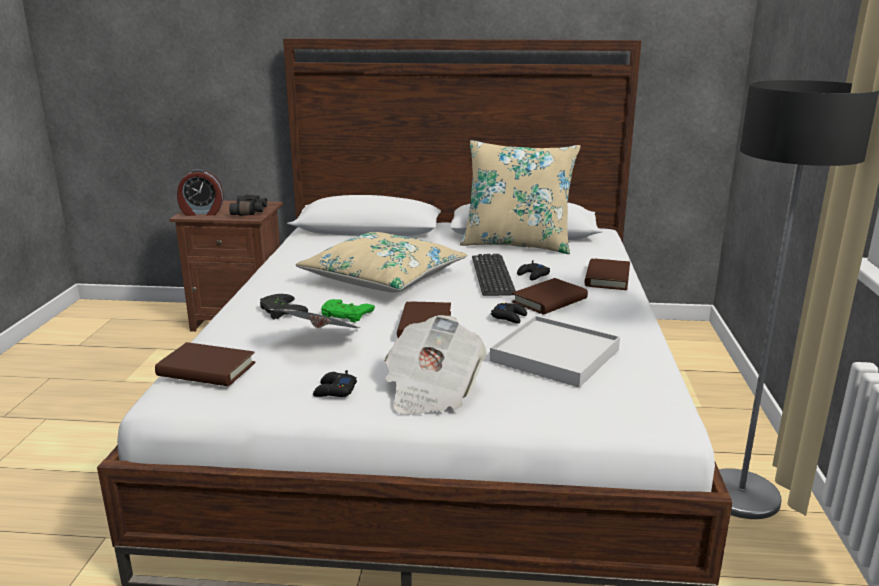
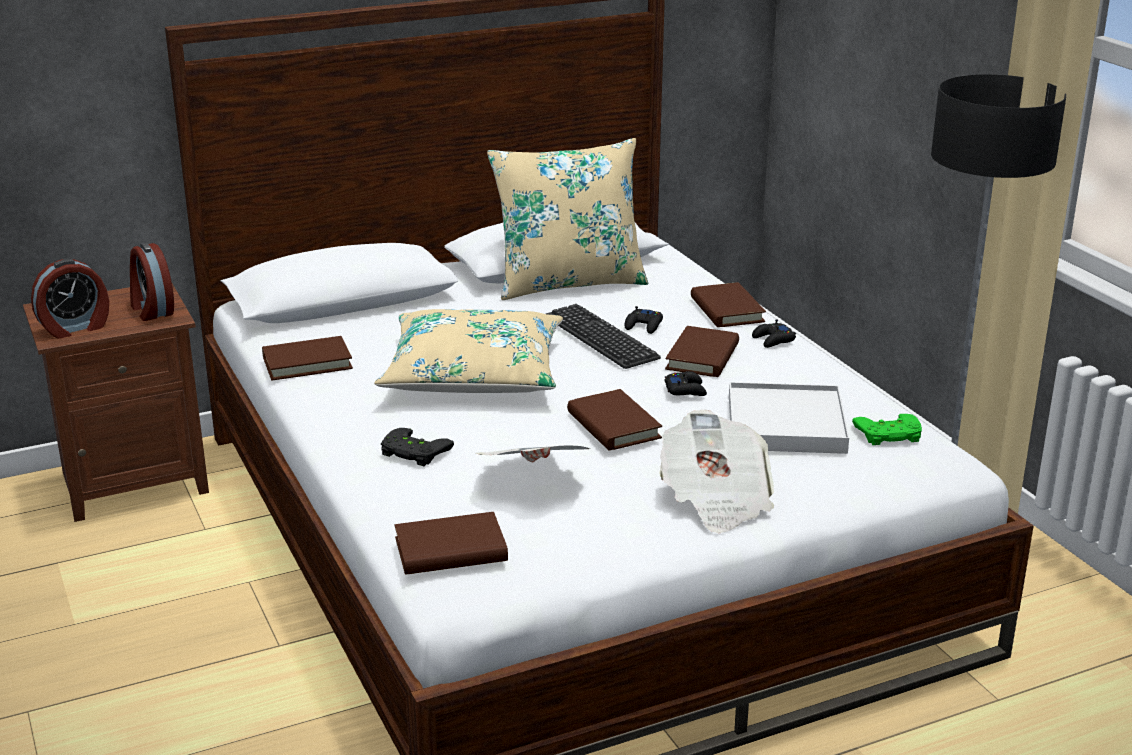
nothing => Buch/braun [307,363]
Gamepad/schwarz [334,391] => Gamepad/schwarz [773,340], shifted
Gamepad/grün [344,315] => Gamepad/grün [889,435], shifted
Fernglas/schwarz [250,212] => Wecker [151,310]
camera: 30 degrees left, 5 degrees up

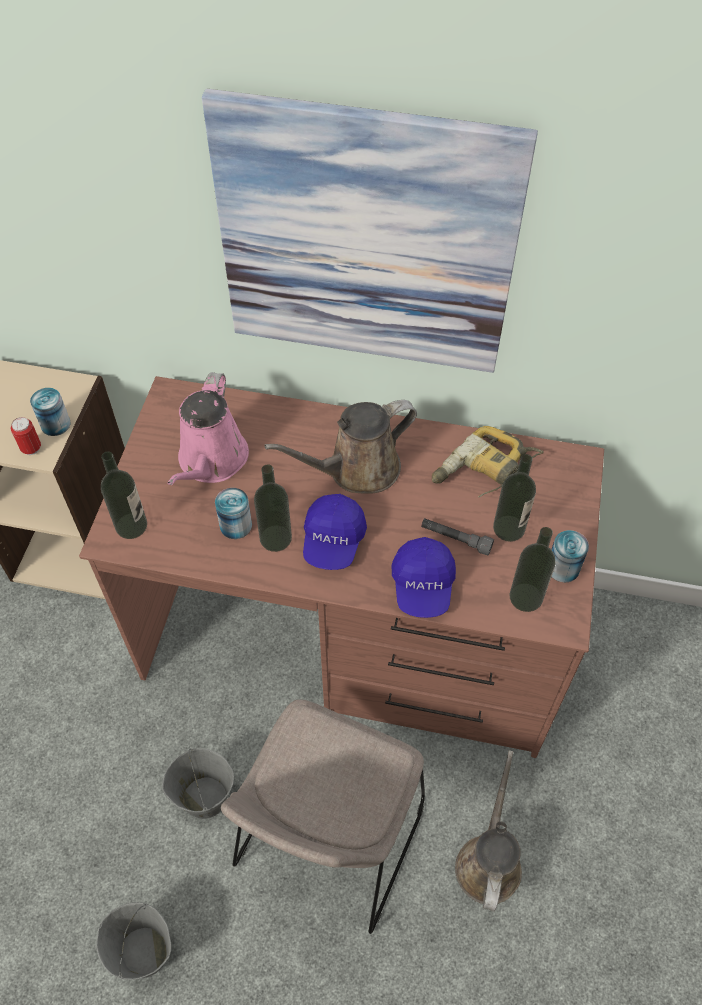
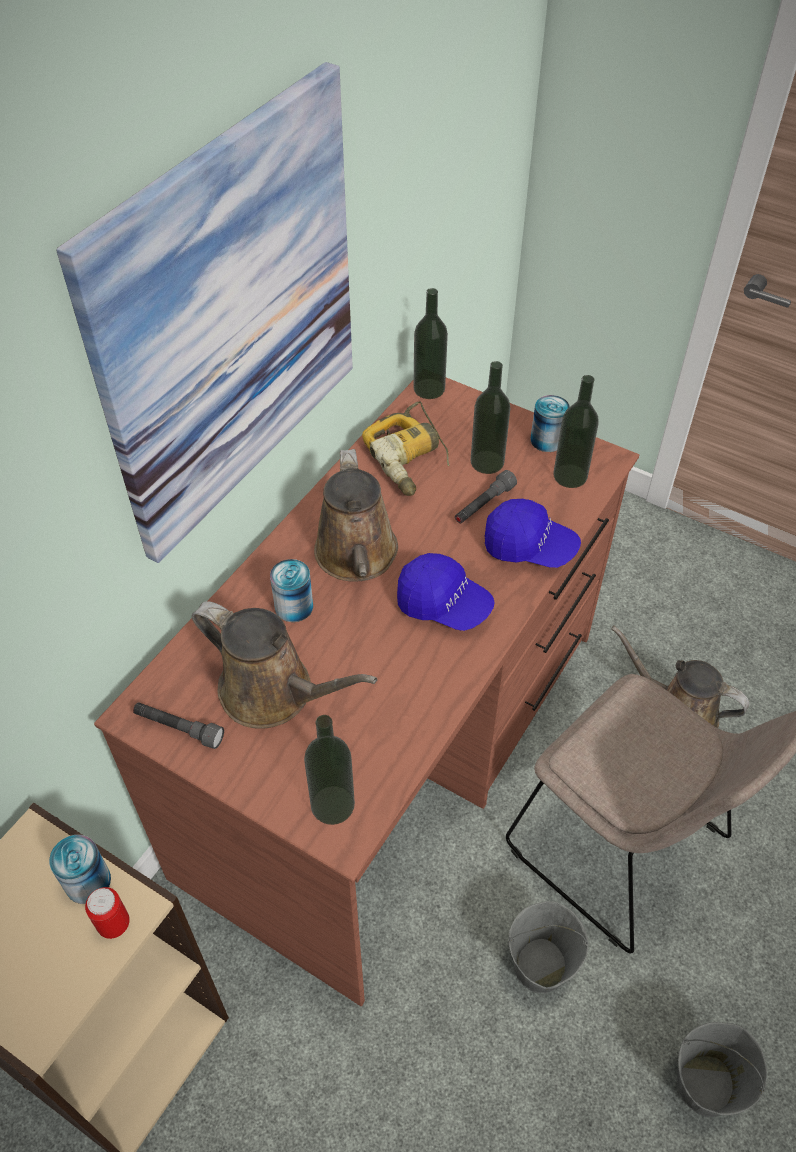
nothing => Taschenlampe/grau [178,728]
Dose [236,525] => Dose [294,606], shifted
Flasche [275,538] => Flasche [429,389], shifted
Gießkanne/rosa [211,461] => Gießkanne/braun [274,693]
camera: 70 degrees left, 5 degrees down

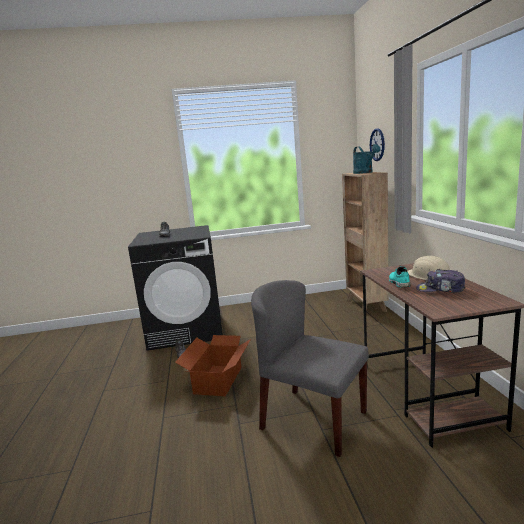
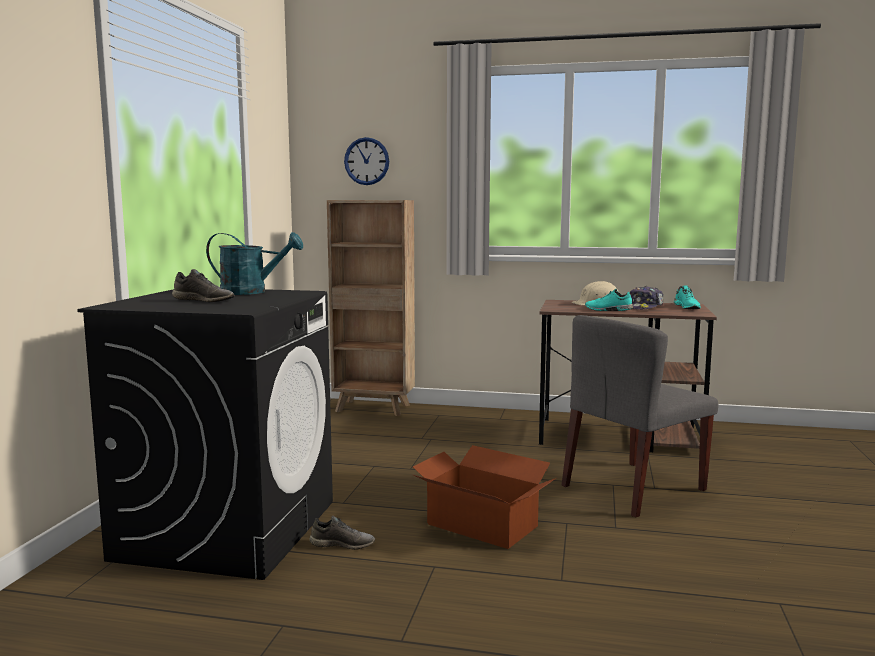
nothing => Schuh/türkis [687,307]
Gießkanne/türkis [365,172] => Gießkanne/türkis [252,292], shifted
camera: 70 degrees left, 5 degrees down

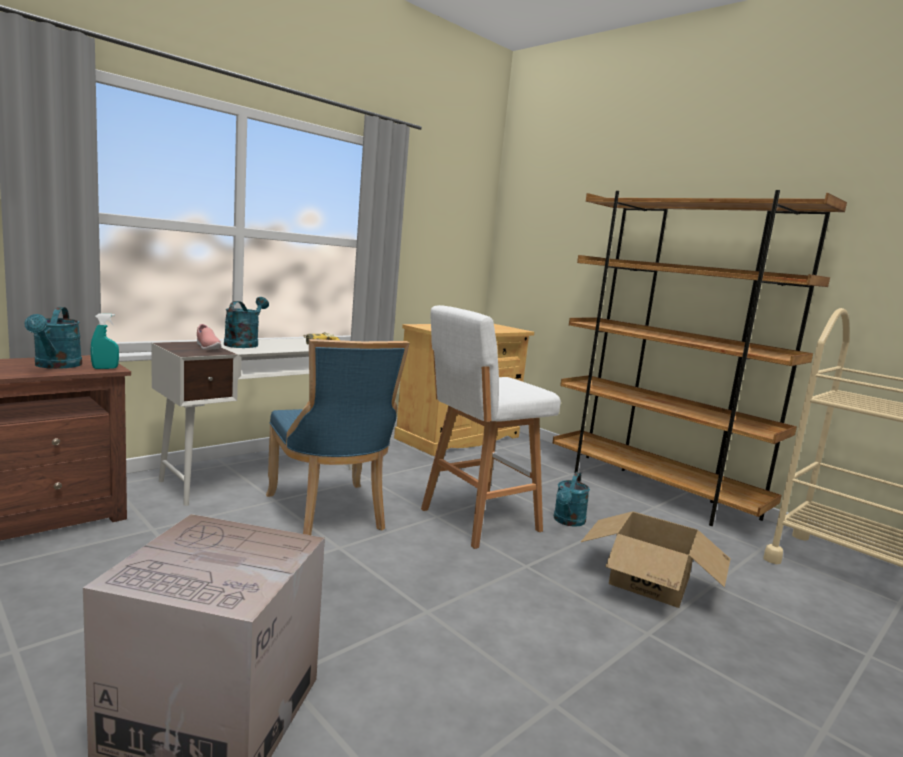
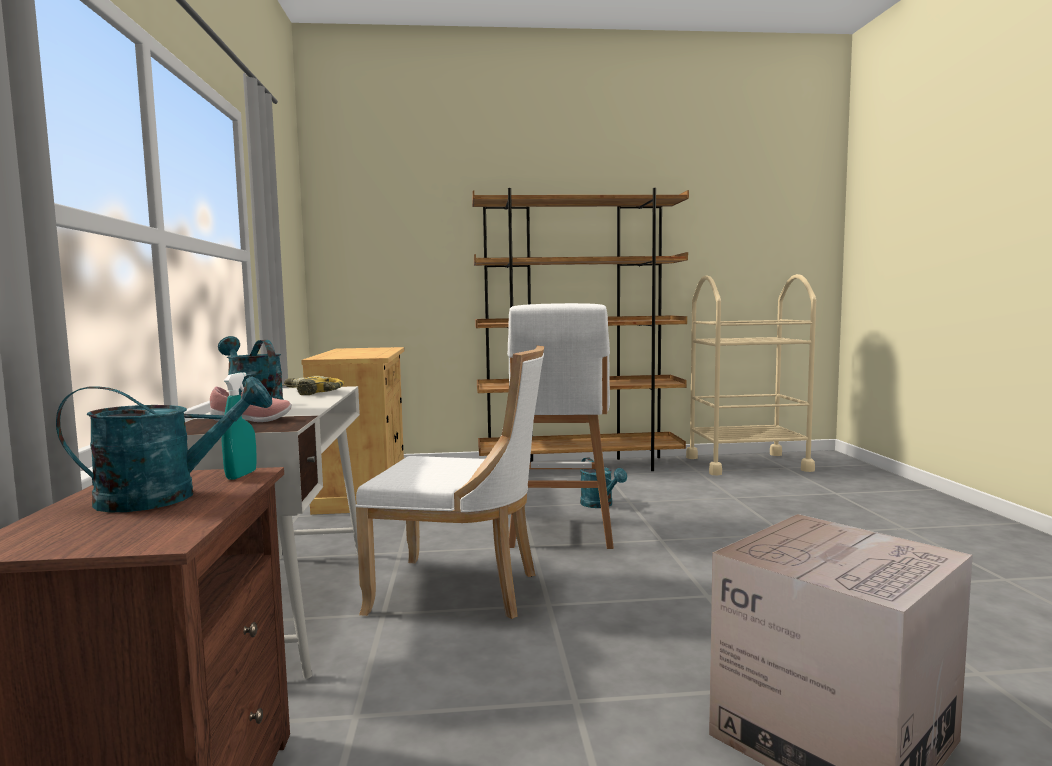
Karton [650,581] => nothing
Stuhl/blau [330,513] => Stuhl/weiß [462,591]
Gießkanne/türkis [56,366] => Gießkanne/türkis [166,497], 45 degrees counterclockwise
camera: 50 degrees left, 5 degrees down

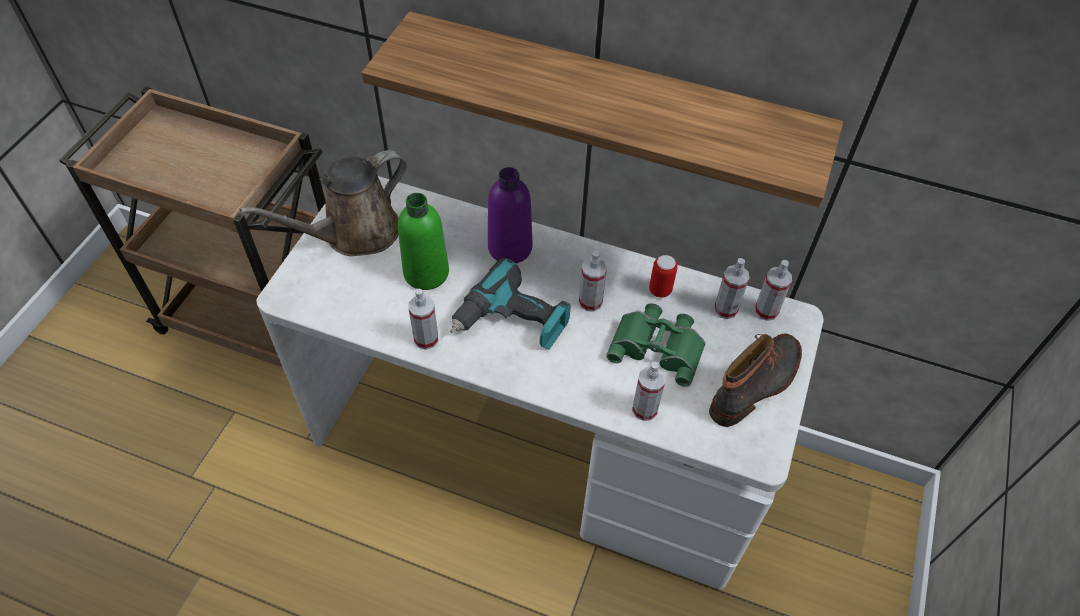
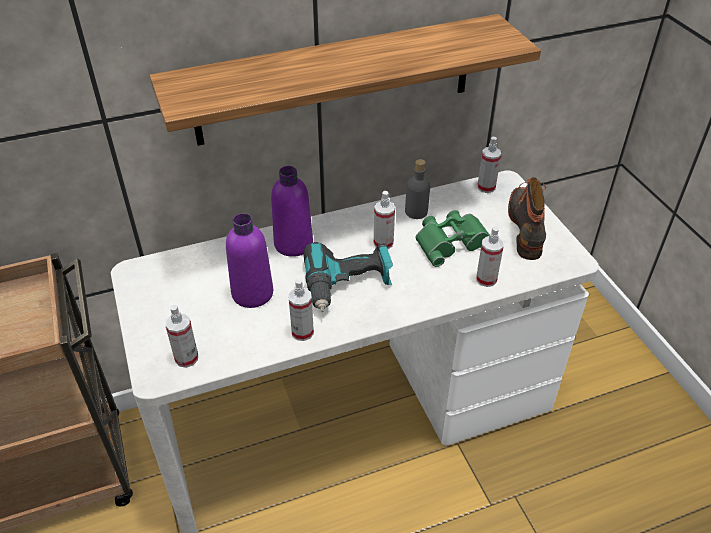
Gießkanne/braun [354,233] => nothing
Sprühflasche [725,309] => Sprühflasche [186,358], shifted
Dose [660,290] => Flasche/grau [416,212]
Flasche/grün [426,273] => Flasche/lila [252,293]
camera: 40 degrees left, 10 degrees down

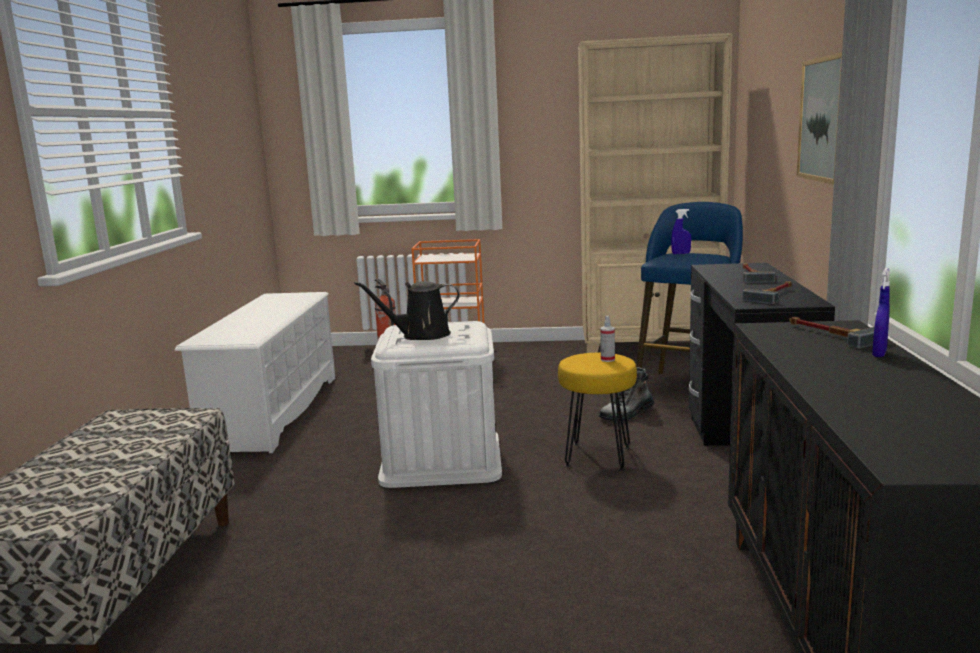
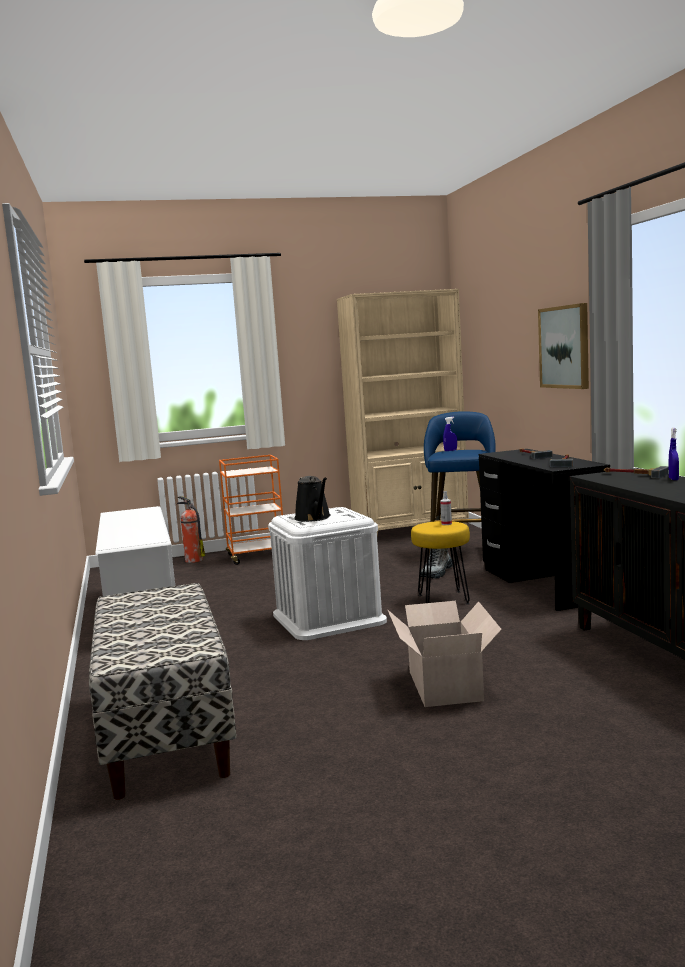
nothing => Karton [445,684]
Gießkanne/schwarz [421,335] => Gießkanne/schwarz [314,518], 75 degrees counterclockwise
camera: 20 degrees left, 5 degrees down

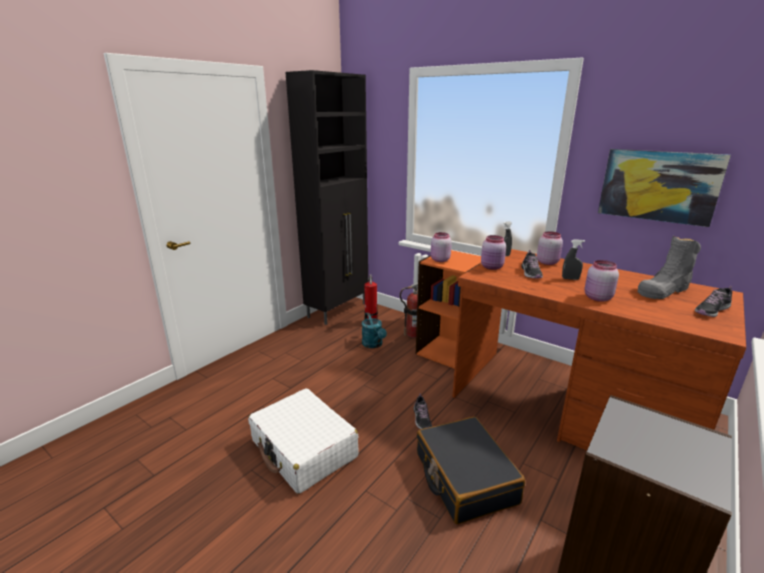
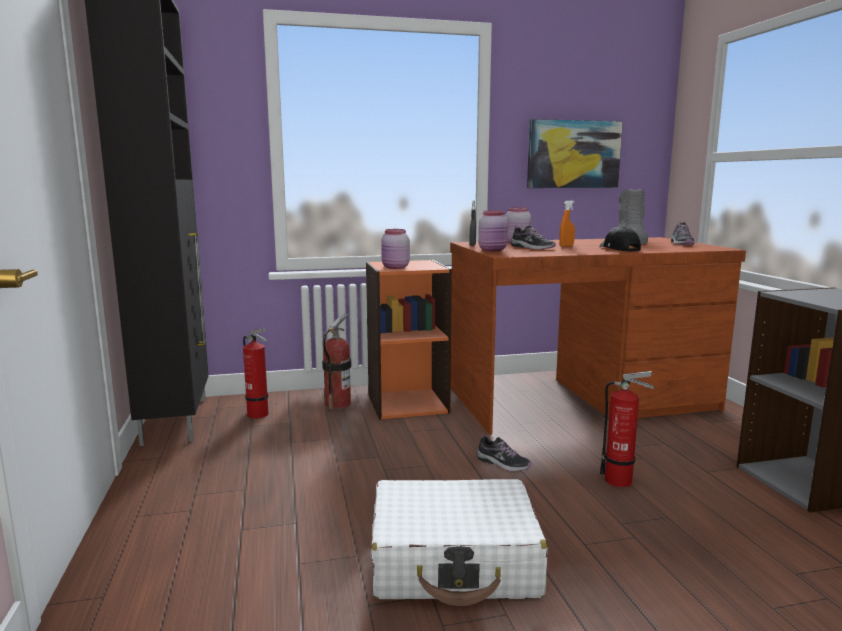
Gießkanne/türkis [374,345] => nothing
Koffer/schwarz [464,478] => Feuerlöscher [622,481]
Vorratsglas/rosa [597,298] => Kappe/schwarz [618,249]
Sprühflasche/grau [570,278] => Sprühflasche/orange [566,246]
camera: 50 degrees left, 10 degrees down

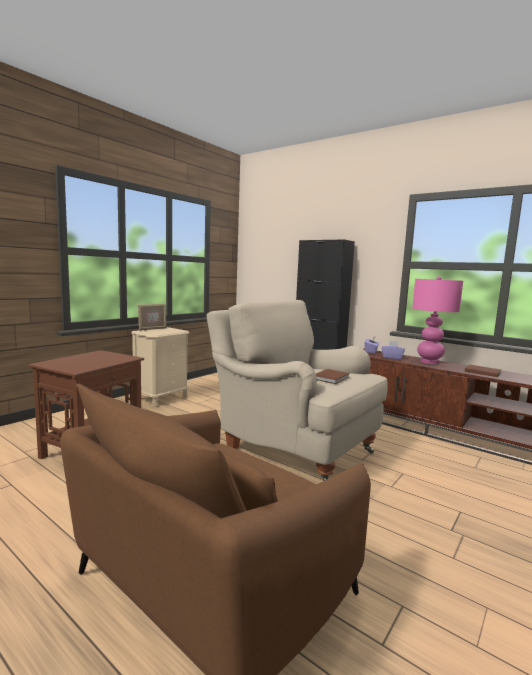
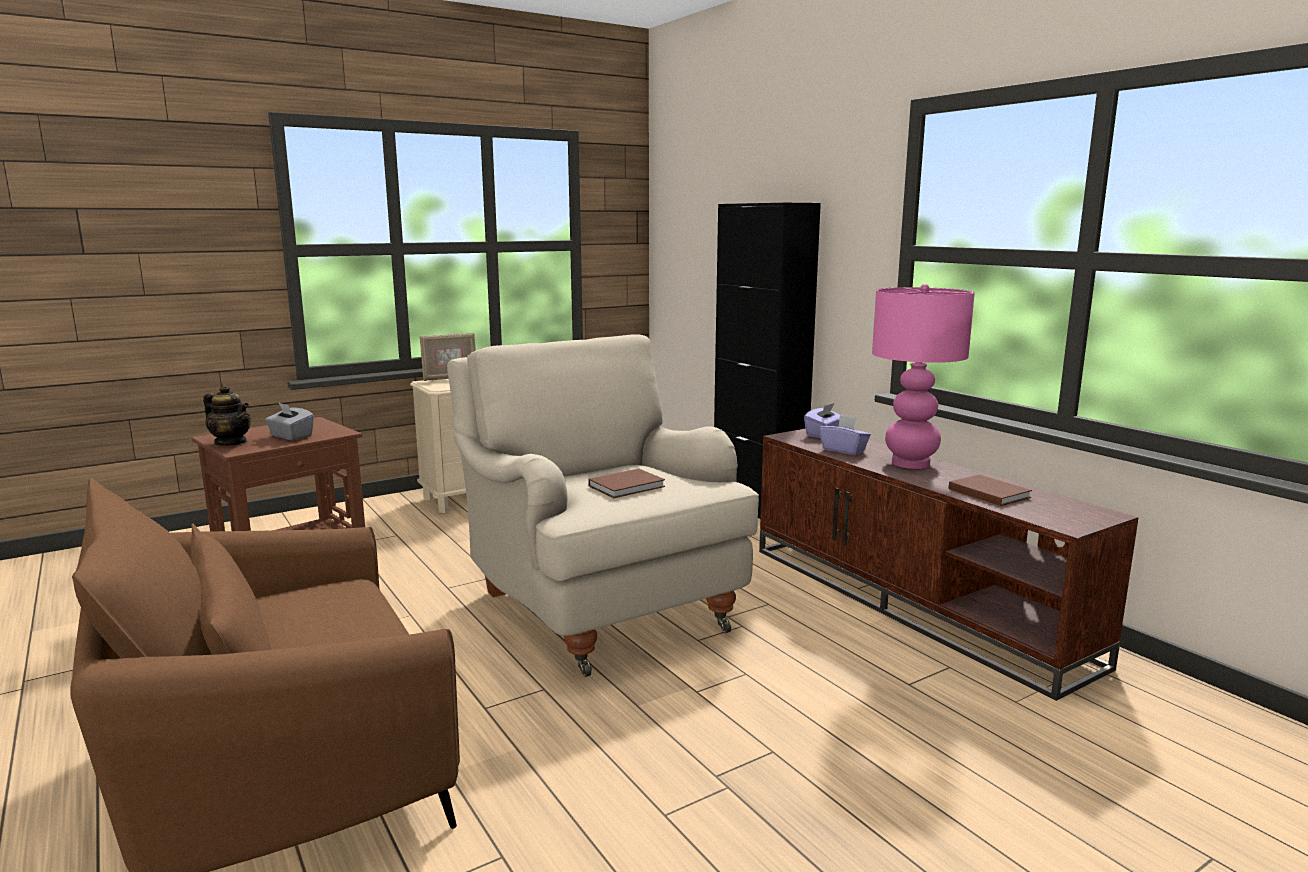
nothing => Teekanne [231,443]
nothing => Taschentuchbox/grau [291,436]
camera: 20 degrees right, 5 degrees up

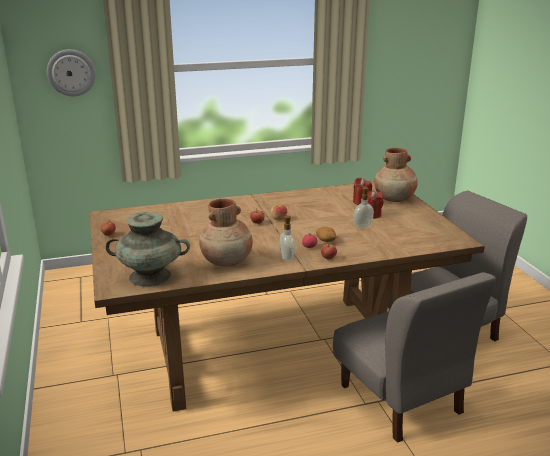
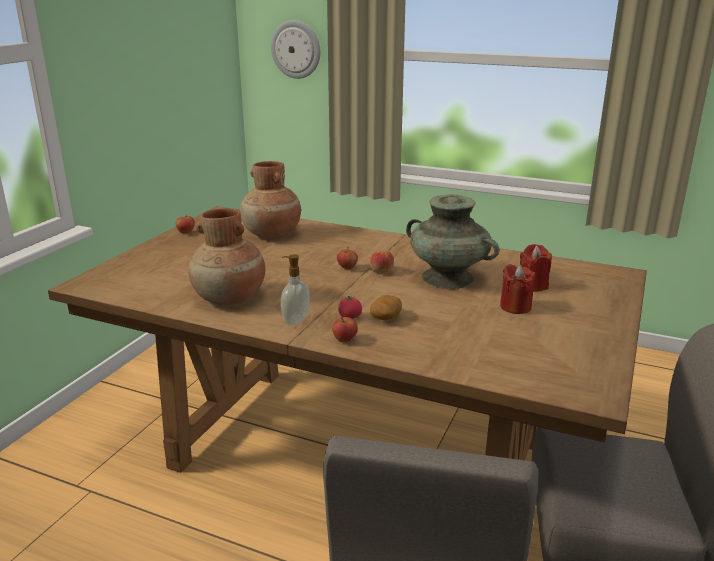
Seifenspender [363,226] => nothing
Vase/türkis [150,276] => Vase/türkis [448,278], shifted
Vase/braun [394,199] => Vase/braun [272,234], shifted
camera: 40 degrees right, 0 degrees up

